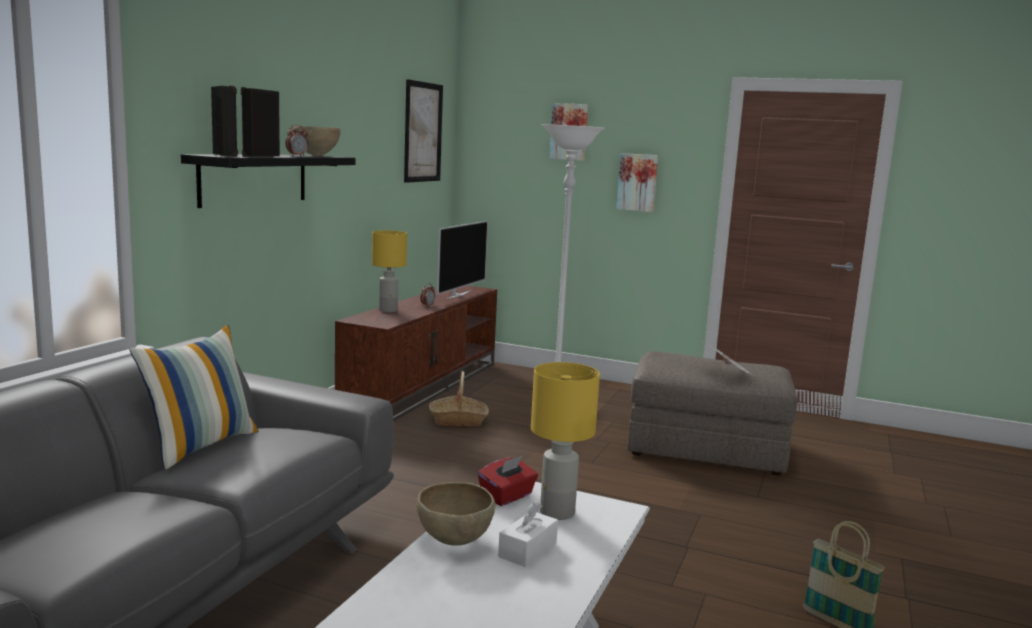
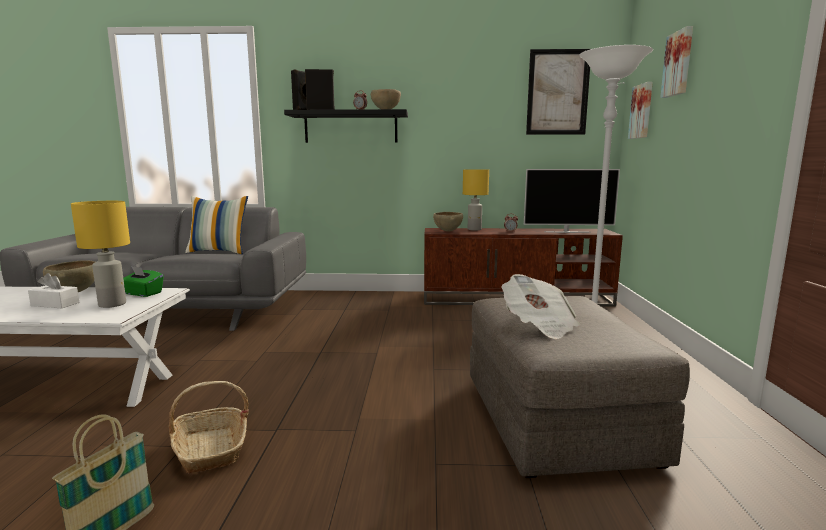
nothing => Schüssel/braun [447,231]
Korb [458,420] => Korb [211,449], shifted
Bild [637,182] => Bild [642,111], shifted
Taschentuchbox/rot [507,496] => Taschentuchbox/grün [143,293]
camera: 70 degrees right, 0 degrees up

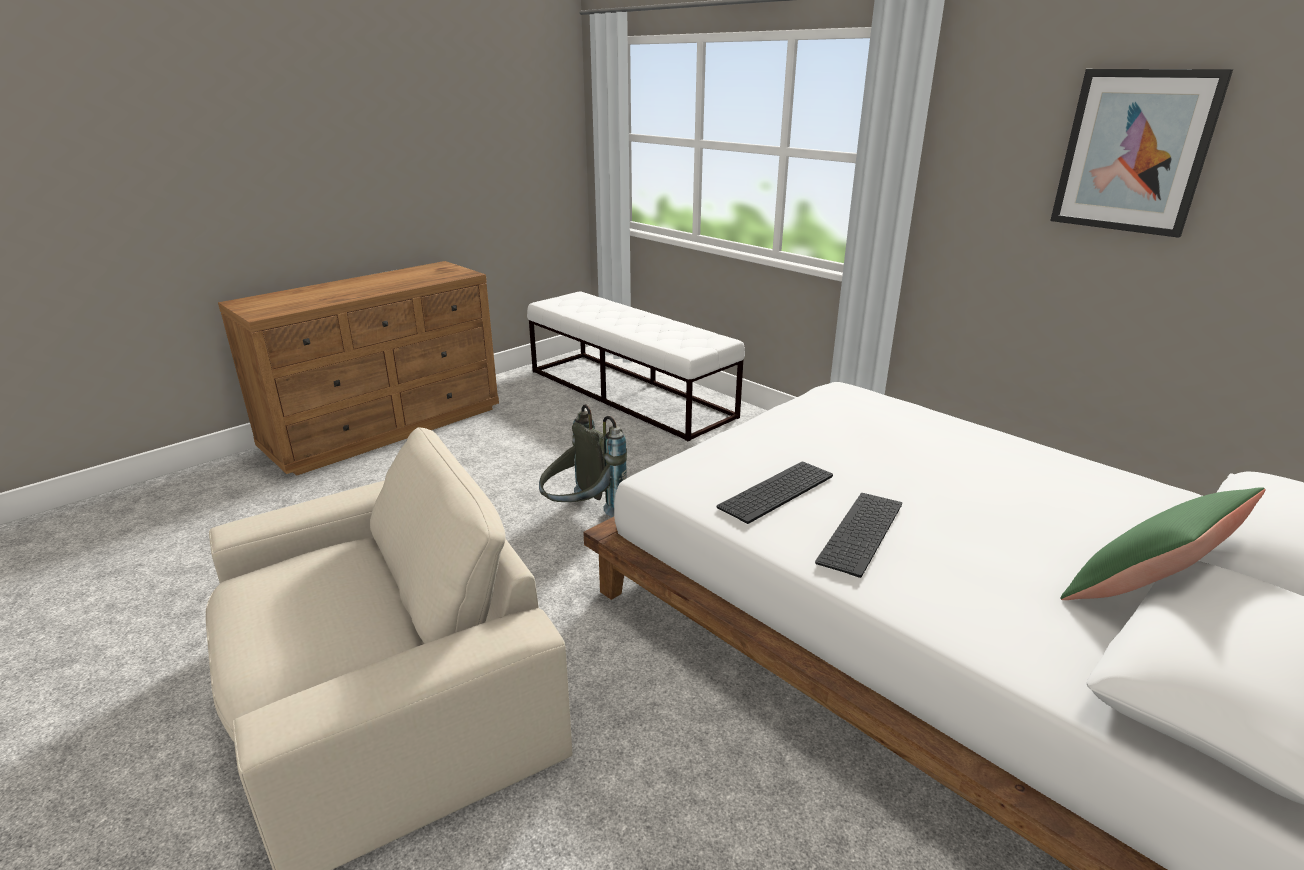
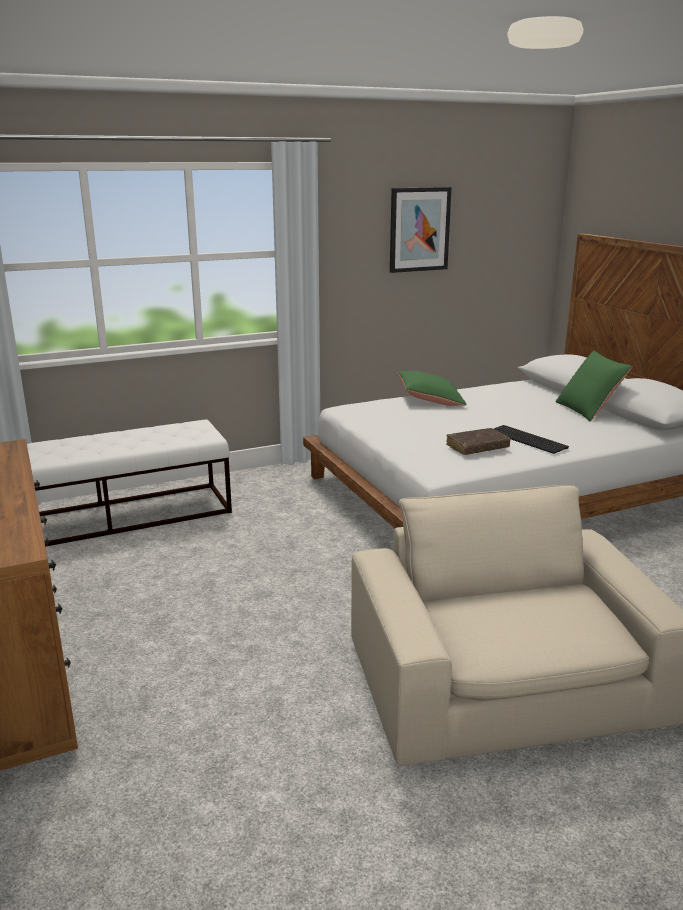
Rucksack/grau [582,515] => nothing
nothing => Kissen/grün [430,400]
Tastatur [777,493] => Buch/braun [477,447]
camera: 70 degrees left, 5 degrees down

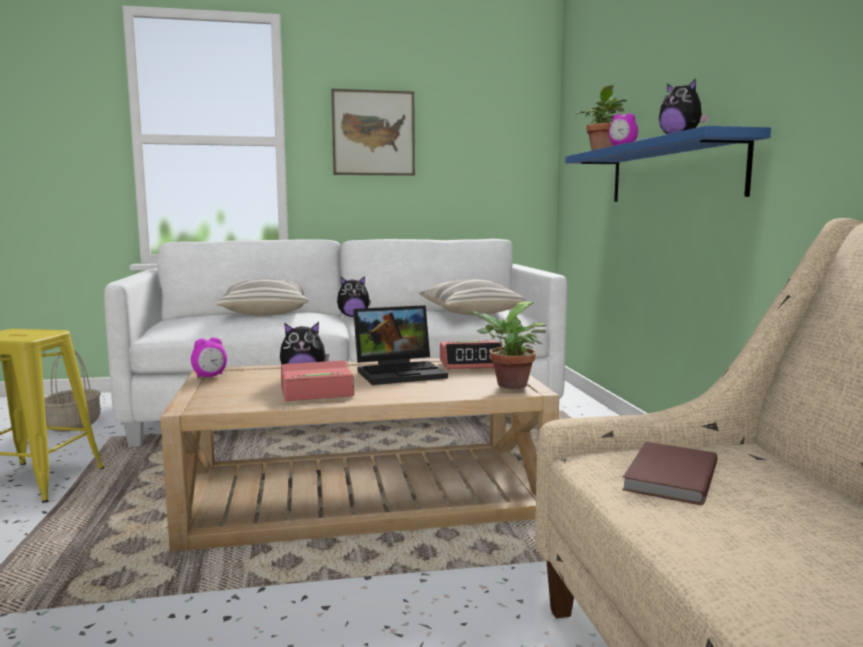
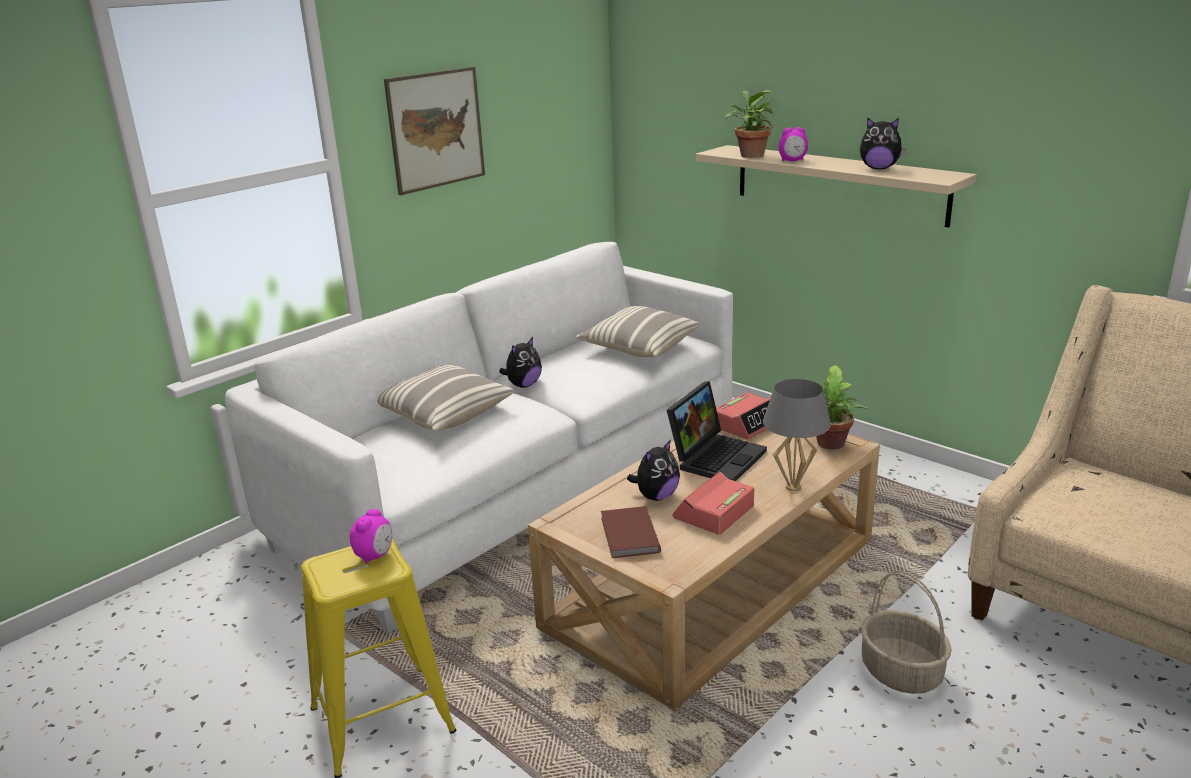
nothing => Tischlampe/grau [793,487]
Korb [73,425] => Korb [902,672], shifted
Wecker [210,376] => Wecker [375,556], shifted
Buch/braun [668,476] => Buch/braun [628,535], shifted
Wandregal/blau [672,172] => Wandregal/beige [838,184]
camera: 35 degrees left, 15 degrees up

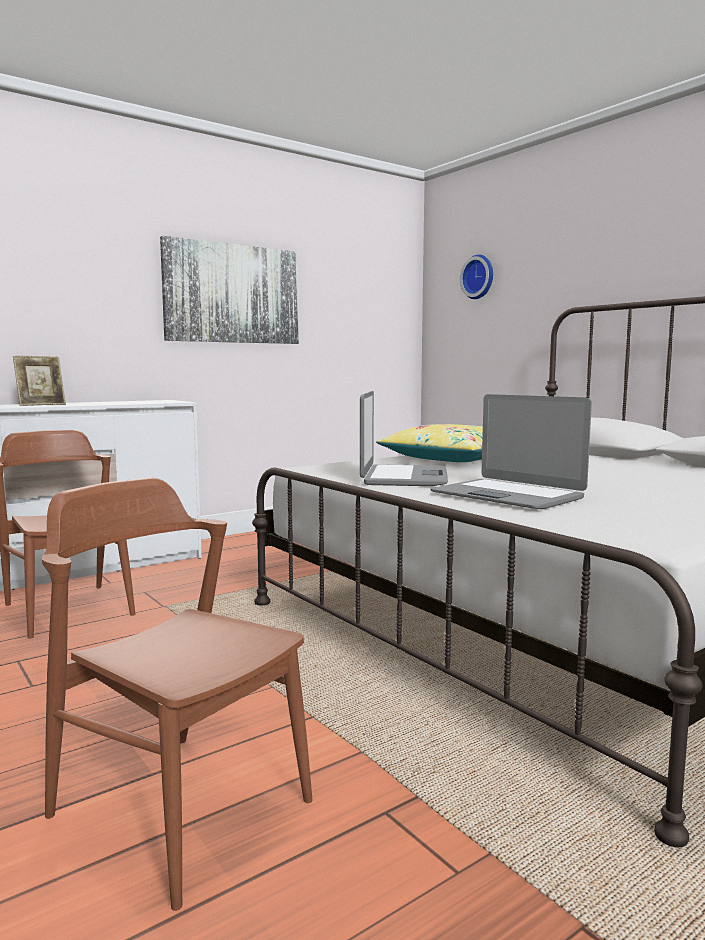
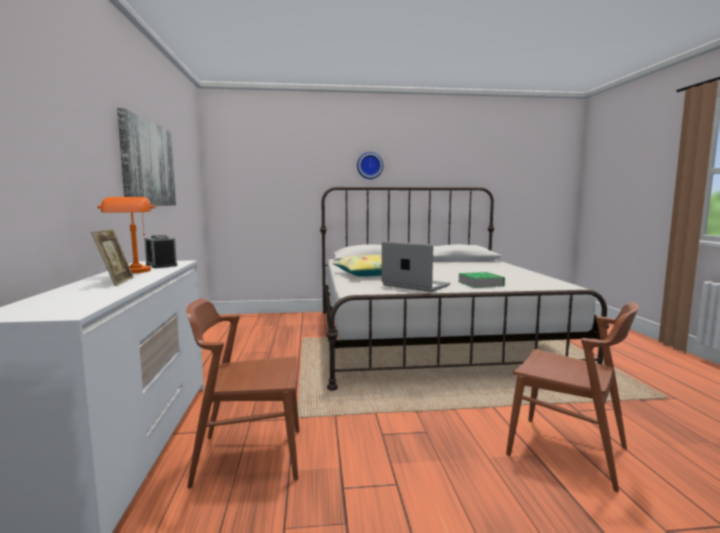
nothing => Tischlampe/orange [135,272]
nothing => Wecker [161,265]
Wanduhr [479,277] => Wanduhr [369,165], shifted
Laptop [507,496] => Buch [480,283]
Stuhl/braun [180,808] => Stuhl/braun [567,451], 120 degrees counterclockwise
camera: 60 degrees left, 0 degrees up

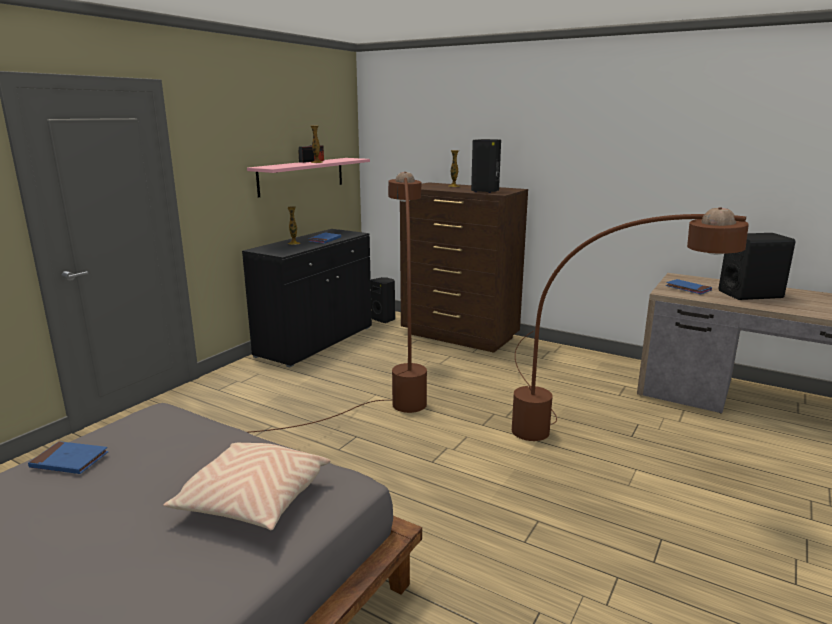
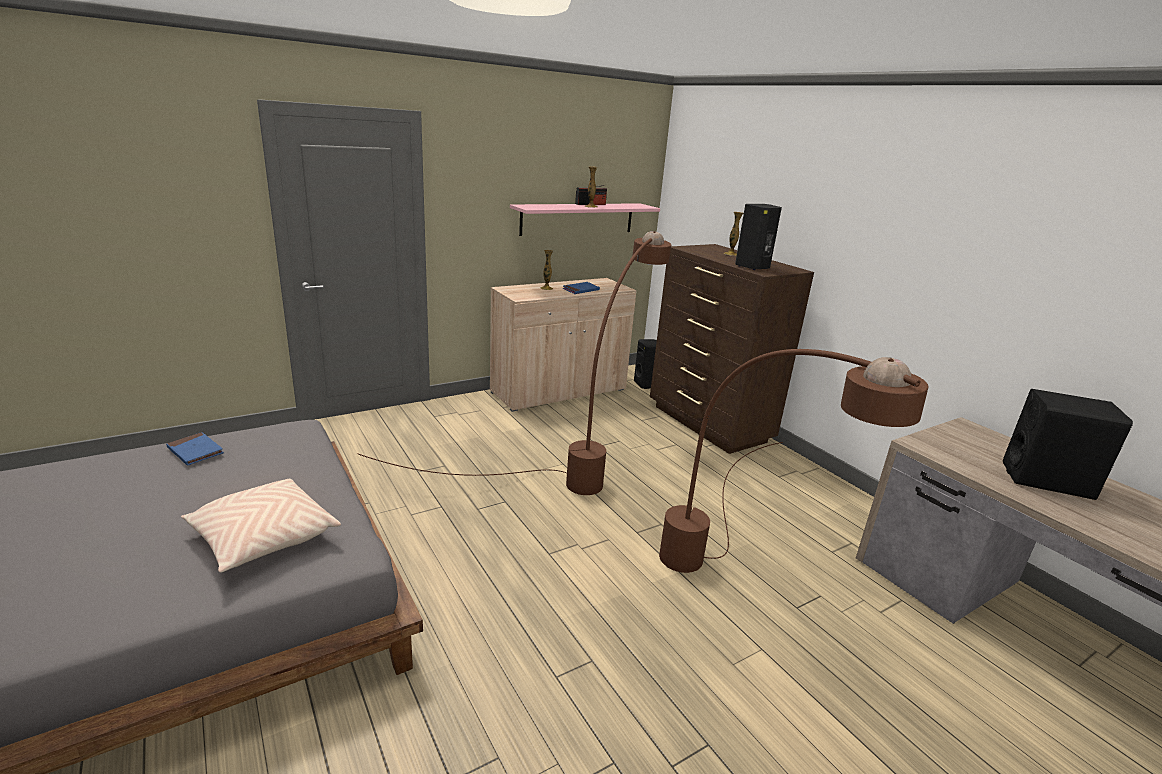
Buch/blau [688,289] => nothing
Schrank/schwarz [316,341] => Schrank/beige [559,391]
camera: 25 degrees right, 5 degrees up

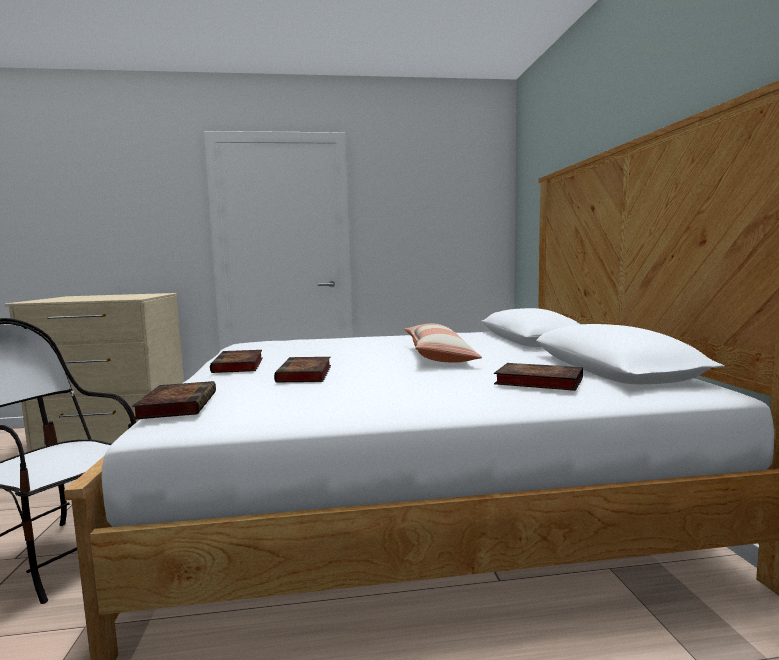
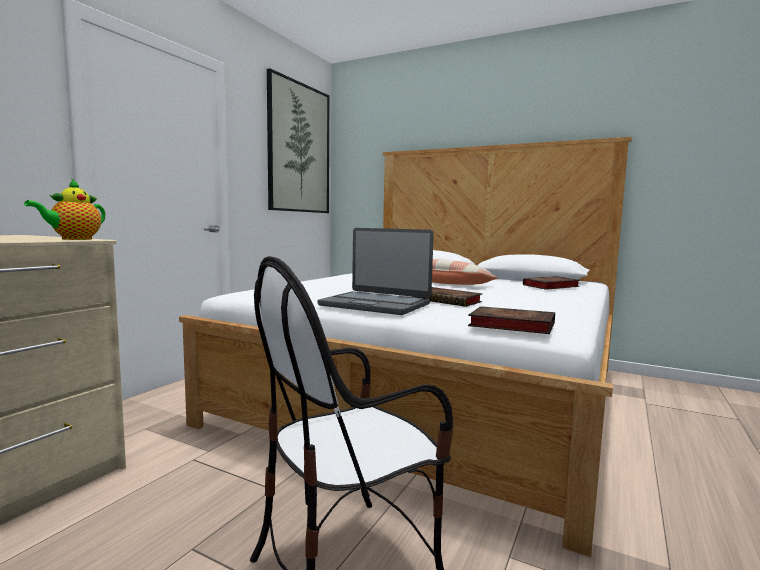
nothing => Teekanne [73,239]
nothing => Bild [299,148]
Buch [239,366] => Laptop [376,304]
camera: 55 degrees left, 0 degrees up

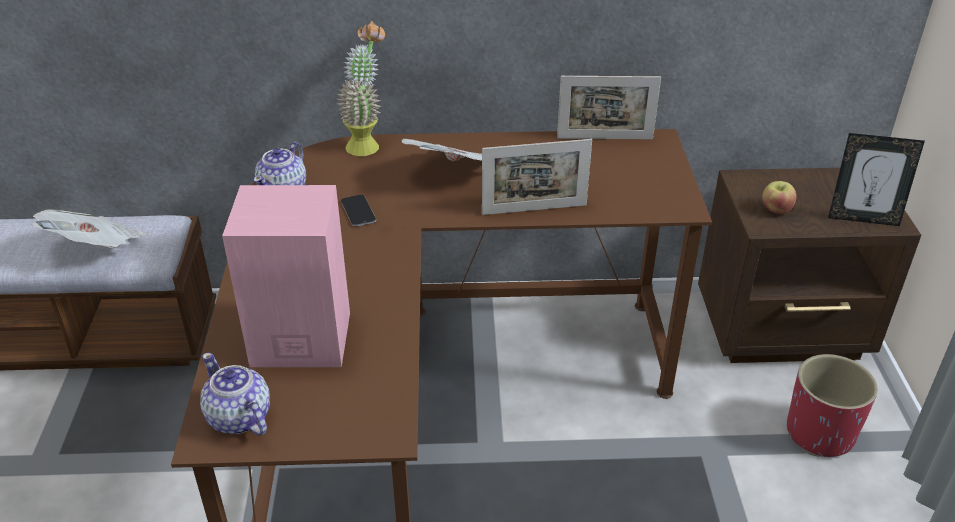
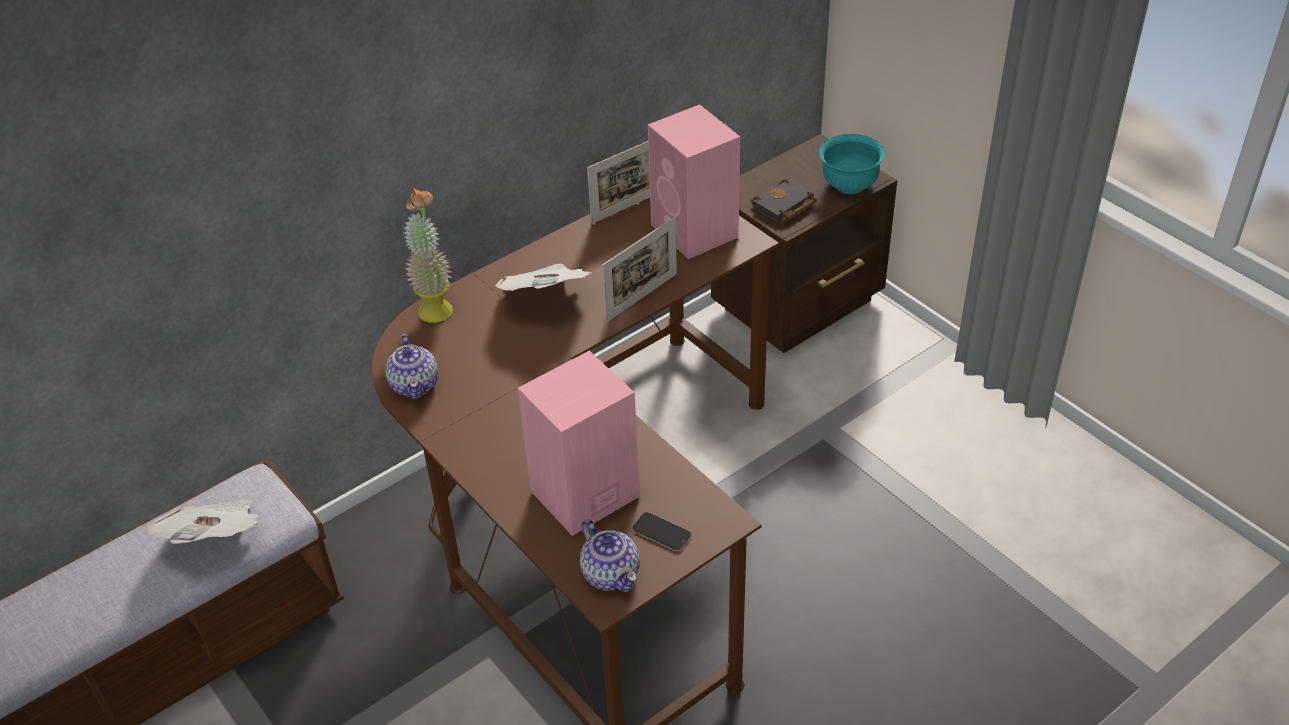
Pflanzkübel/rot [819,433] => nothing
nothing => Lautsprecher/rosa [695,232]
Handy [358,211] => Handy [661,532], shifted
Apfel [776,210] => Buch/schwarz [784,207]
Bilderrahmen [863,218] => Schüssel/türkis [849,185]
Teekanne [239,418] => Teekanne [611,573], 135 degrees counterclockwise
camera: 35 degrees left, 5 degrees up

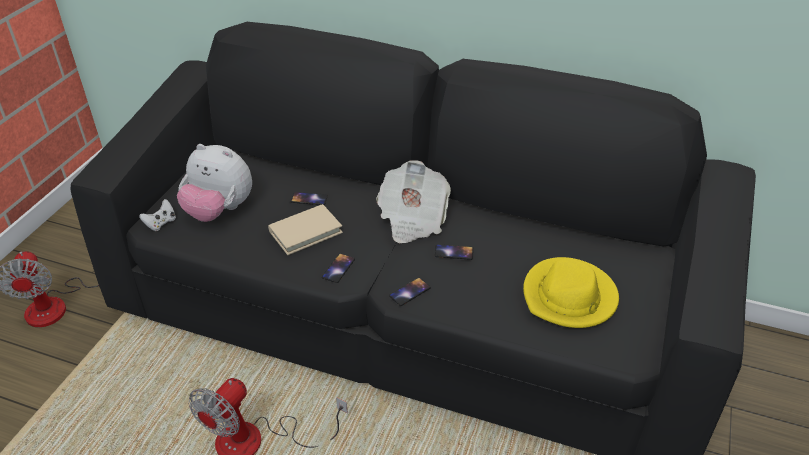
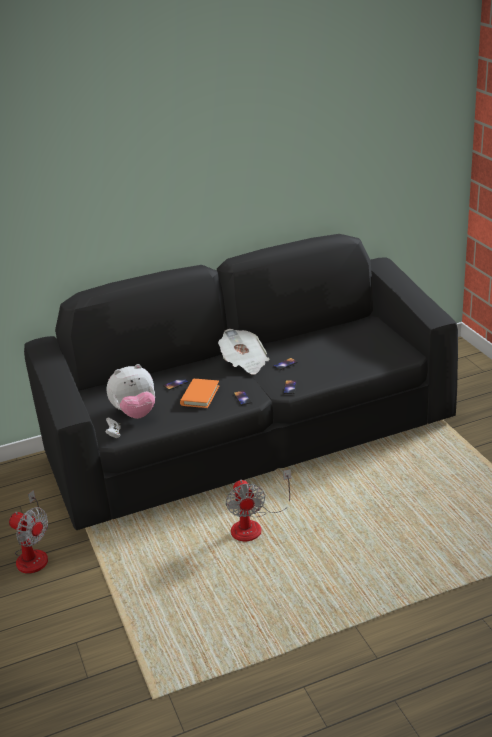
Hut/gelb [569,297] => nothing
Buch/beige [305,232] => Buch/orange [200,395]
camera: 40 degrees left, 10 degrees down

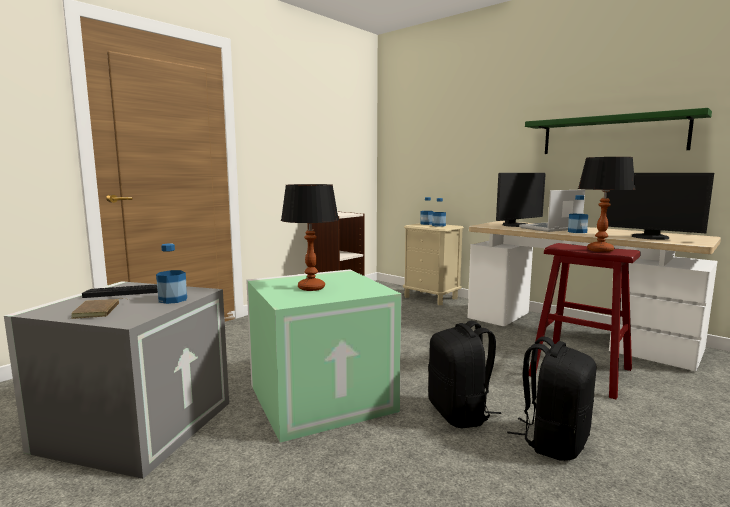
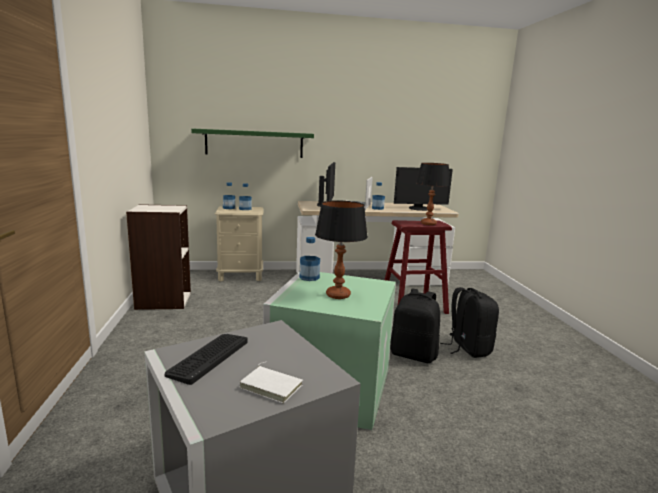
Flasche [173,299] => Flasche [309,277], shifted
Wandregal/grün [612,135] => Wandregal/grün [254,143], shifted
Buch/braun [98,311] => Buch/weiß [272,386]
camera: 50 degrees left, 5 degrees up

